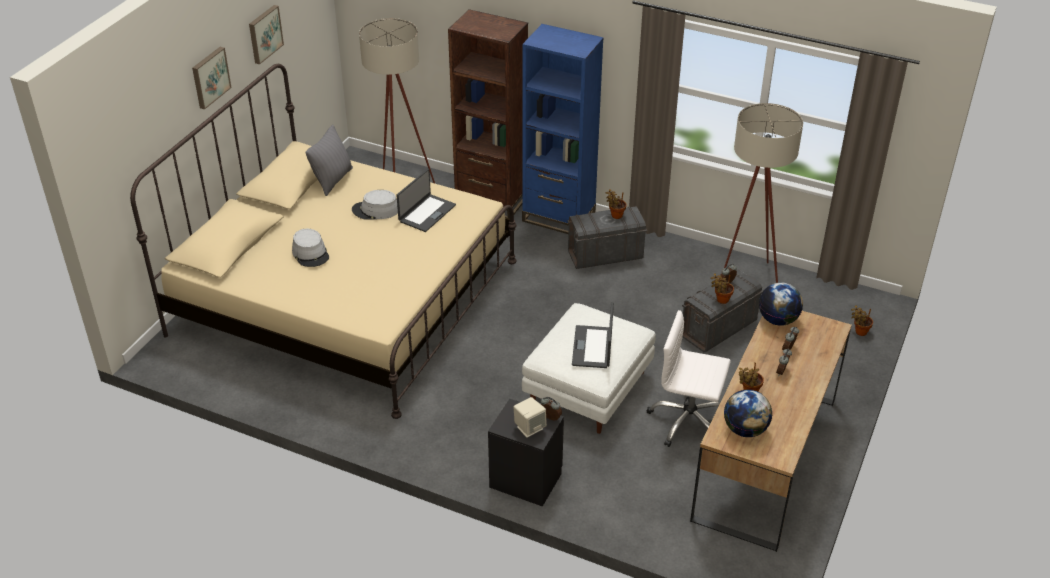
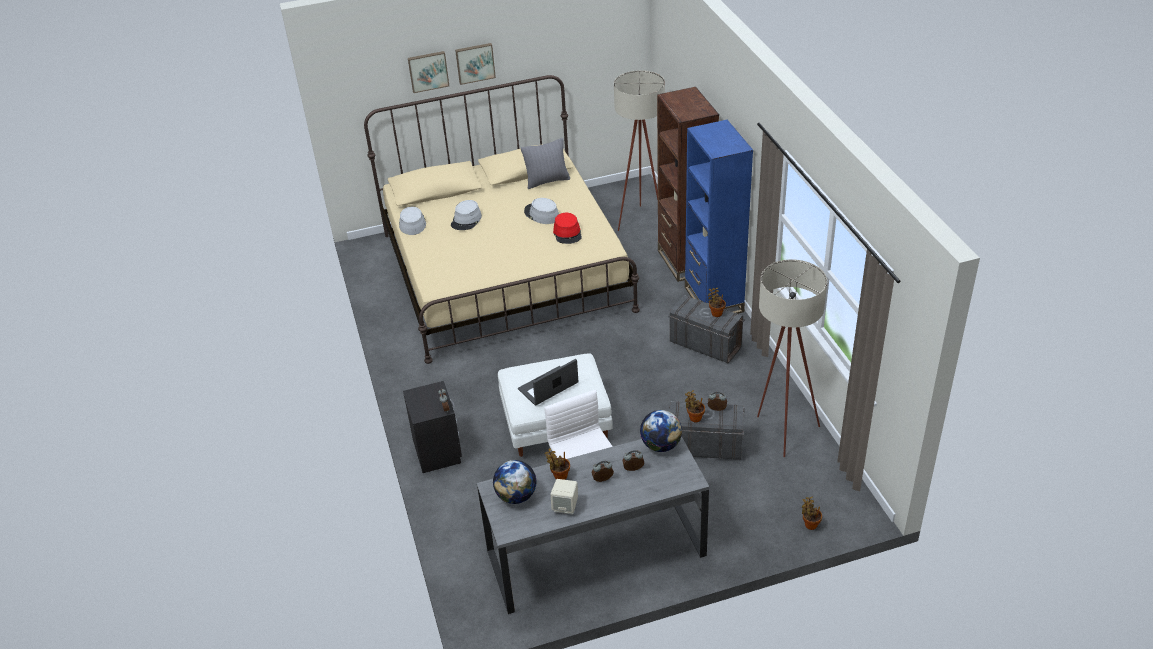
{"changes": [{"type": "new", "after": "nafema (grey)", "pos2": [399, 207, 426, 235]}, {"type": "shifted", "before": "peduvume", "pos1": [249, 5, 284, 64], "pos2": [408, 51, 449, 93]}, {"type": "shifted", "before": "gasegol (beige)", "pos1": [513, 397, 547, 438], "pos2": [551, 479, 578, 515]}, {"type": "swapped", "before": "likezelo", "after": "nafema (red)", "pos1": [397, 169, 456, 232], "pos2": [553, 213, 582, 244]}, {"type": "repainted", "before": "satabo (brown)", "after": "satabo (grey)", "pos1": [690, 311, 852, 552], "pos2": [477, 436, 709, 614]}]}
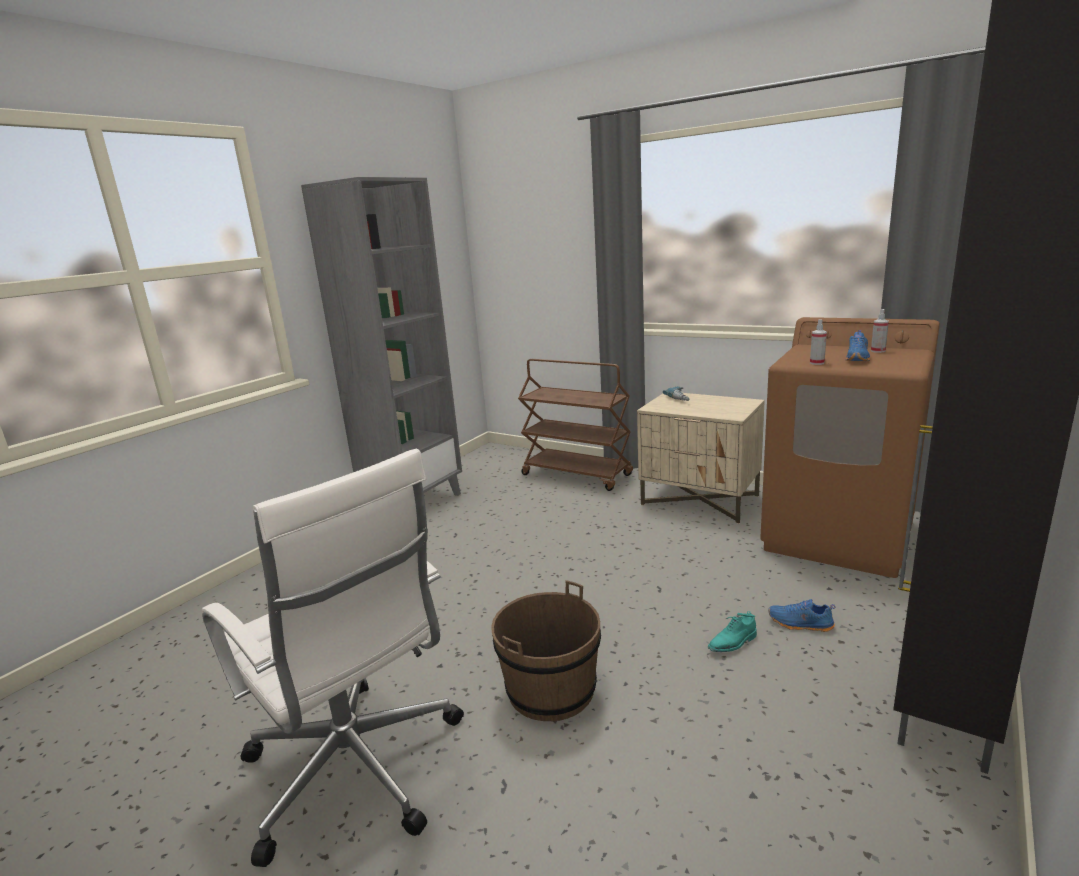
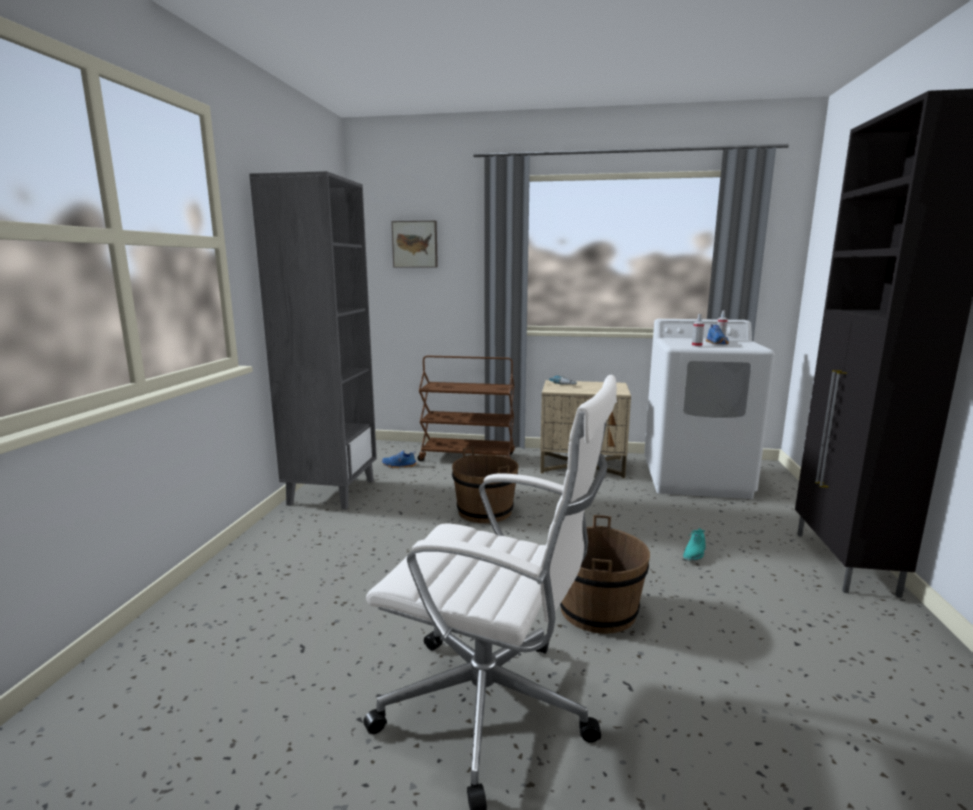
{"changes": [{"type": "new", "after": "peduvume", "pos2": [391, 221, 438, 268]}, {"type": "new", "after": "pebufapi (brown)", "pos2": [452, 447, 519, 523]}, {"type": "shifted", "before": "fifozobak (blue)", "pos1": [768, 599, 835, 632], "pos2": [382, 450, 417, 468]}, {"type": "repainted", "before": "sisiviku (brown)", "after": "sisiviku (white)", "pos1": [760, 317, 940, 578], "pos2": [644, 319, 775, 499]}]}
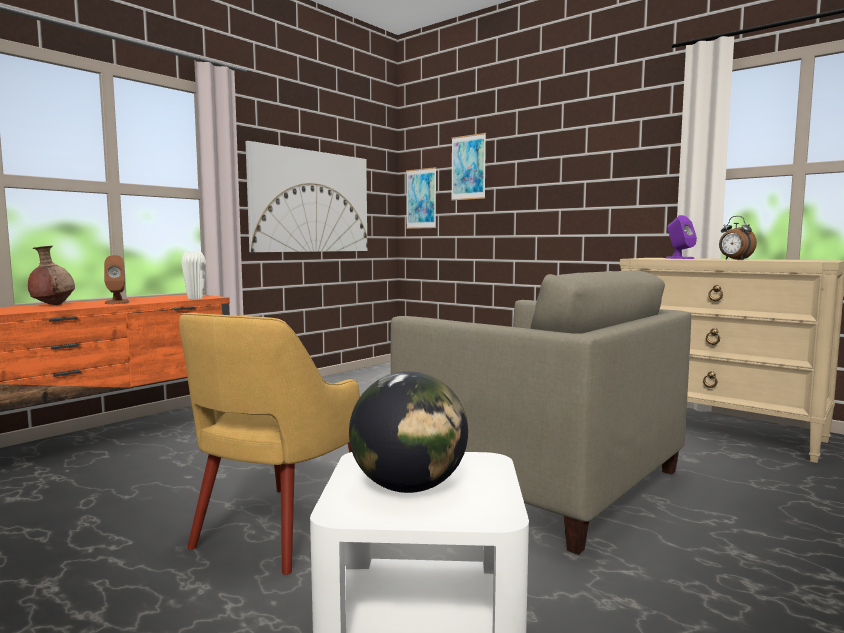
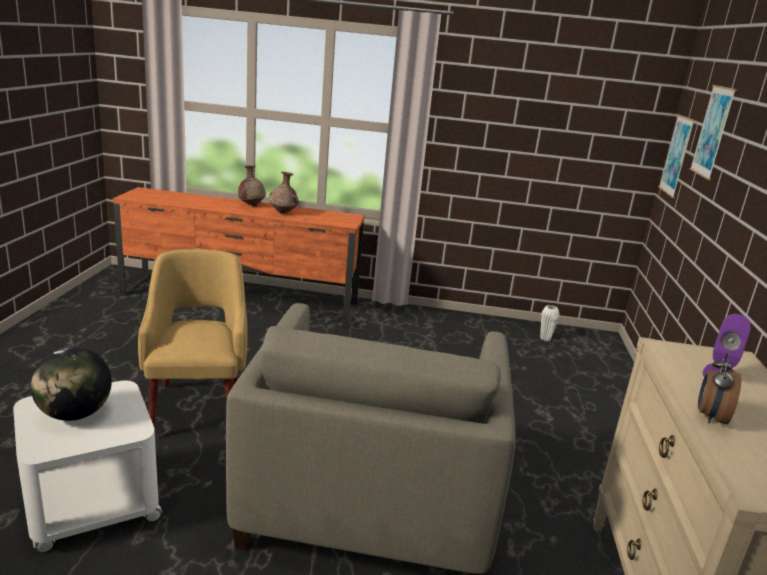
{"changes": [{"type": "gone", "before": "peduvume", "pos1": [245, 141, 367, 252]}, {"type": "shifted", "before": "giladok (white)", "pos1": [181, 252, 206, 299], "pos2": [540, 305, 559, 341]}, {"type": "swapped", "before": "gasegol (brown)", "after": "giladok (brown)", "pos1": [104, 255, 129, 304], "pos2": [270, 172, 299, 214]}, {"type": "rotated", "before": "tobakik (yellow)", "pos1": [179, 313, 360, 575], "pos2": [138, 249, 248, 430], "turn": 90}]}
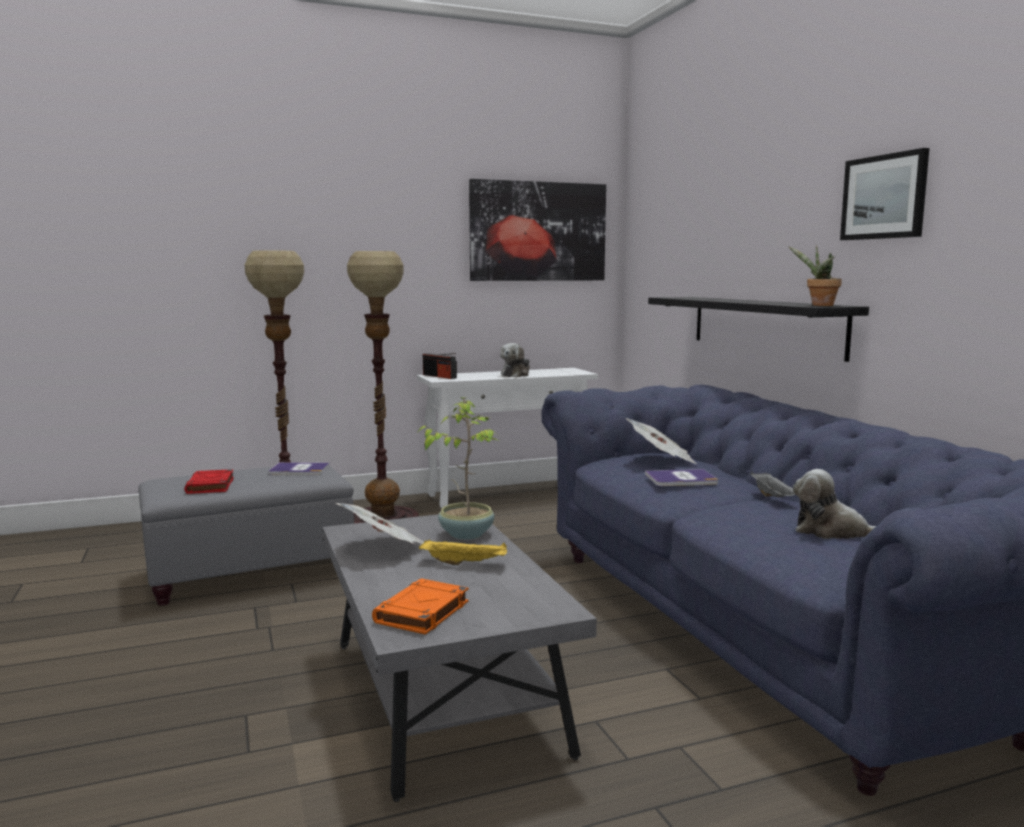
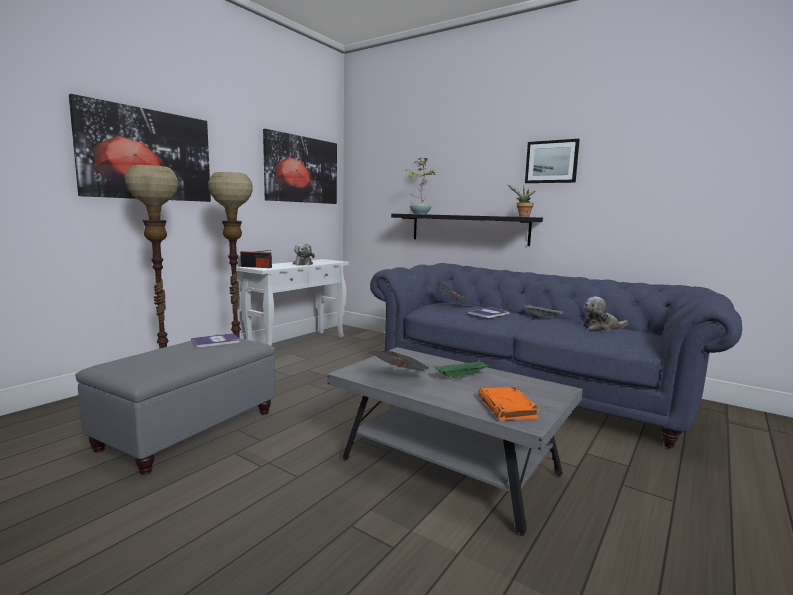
{"changes": [{"type": "gone", "before": "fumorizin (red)", "pos1": [184, 469, 234, 494]}, {"type": "new", "after": "peduvume", "pos2": [69, 94, 211, 202]}, {"type": "shifted", "before": "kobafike", "pos1": [418, 398, 500, 540], "pos2": [405, 158, 435, 214]}, {"type": "repainted", "before": "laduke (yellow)", "after": "laduke (green)", "pos1": [419, 539, 507, 565], "pos2": [435, 359, 492, 379]}]}
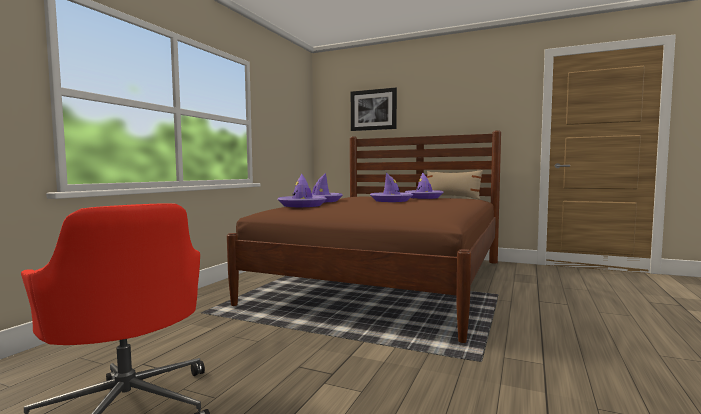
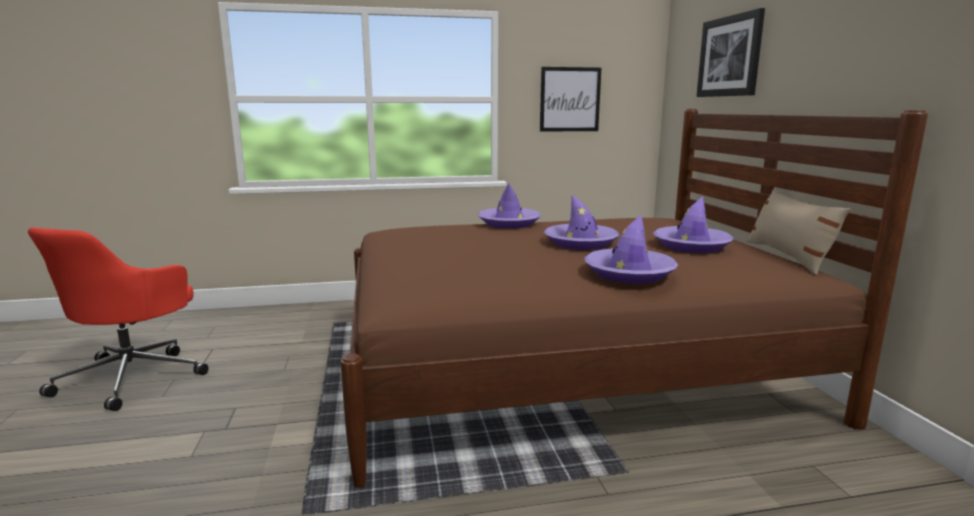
{"changes": [{"type": "new", "after": "peduvume", "pos2": [540, 67, 601, 132]}, {"type": "shifted", "before": "nafema (purple)", "pos1": [277, 174, 327, 207], "pos2": [584, 214, 678, 284]}]}
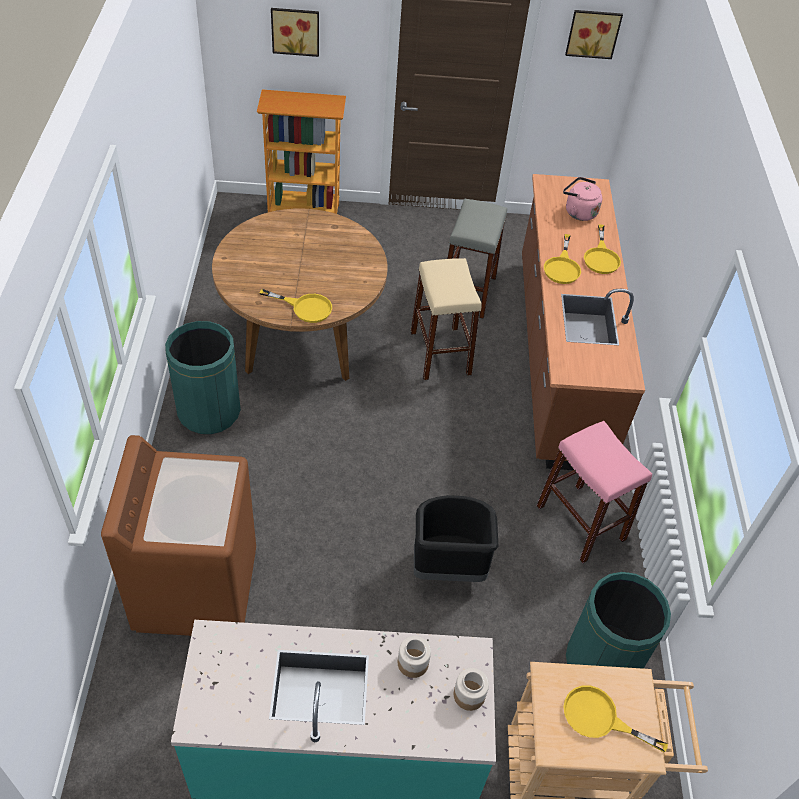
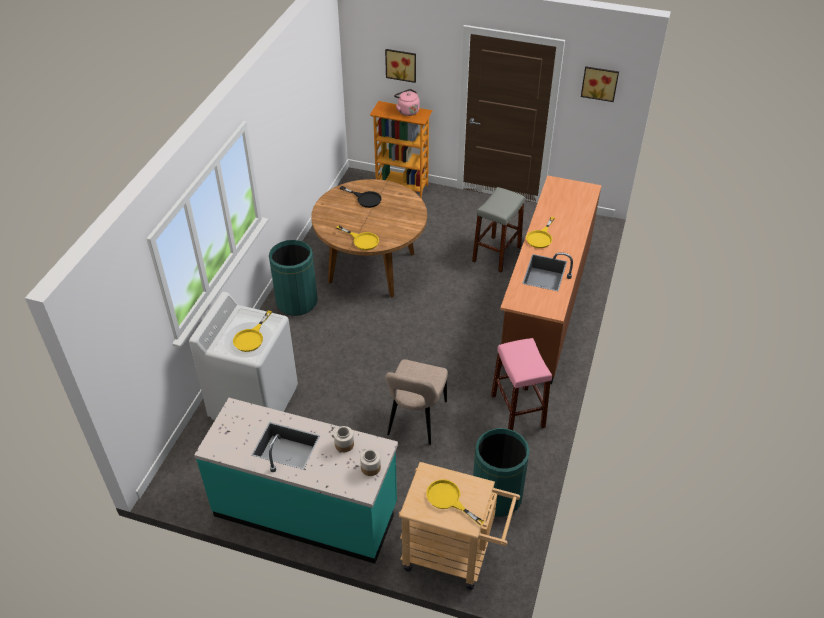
{"changes": [{"type": "gone", "before": "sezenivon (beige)", "pos1": [411, 258, 482, 380]}, {"type": "new", "after": "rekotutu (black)", "pos2": [340, 186, 382, 208]}, {"type": "shifted", "before": "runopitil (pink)", "pos1": [563, 177, 602, 221], "pos2": [394, 89, 419, 116]}, {"type": "shifted", "before": "rekotutu (yellow)", "pos1": [584, 225, 621, 274], "pos2": [233, 311, 272, 352]}, {"type": "swapped", "before": "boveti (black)", "after": "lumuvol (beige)", "pos1": [414, 495, 499, 582], "pos2": [385, 359, 448, 445]}, {"type": "repainted", "before": "sisiviku (brown)", "after": "sisiviku (white)", "pos1": [101, 435, 256, 636], "pos2": [189, 292, 298, 420]}]}
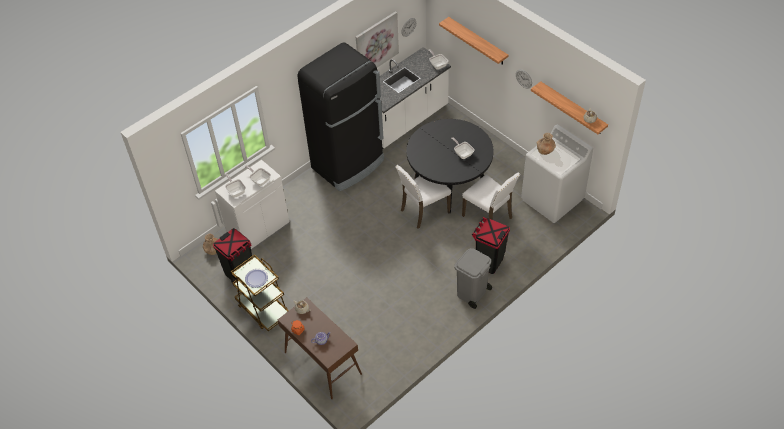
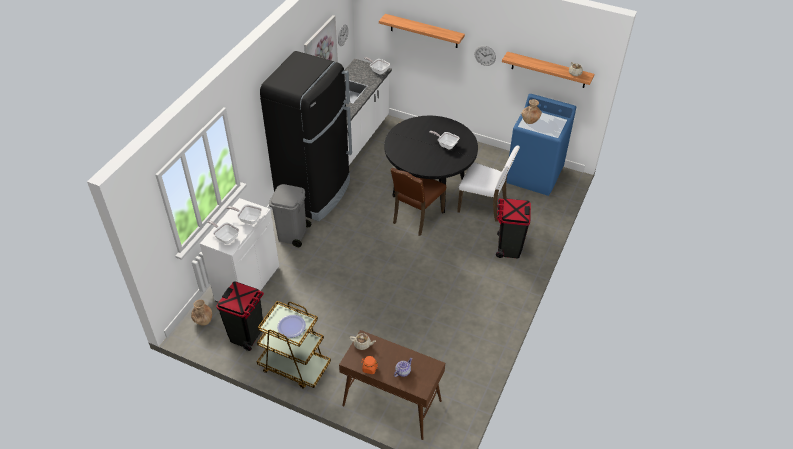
{"changes": [{"type": "shifted", "before": "boveti (grey)", "pos1": [454, 248, 492, 309], "pos2": [269, 184, 311, 247]}, {"type": "repainted", "before": "lumuvol (white)", "after": "lumuvol (brown)", "pos1": [395, 165, 451, 229], "pos2": [390, 168, 446, 236]}, {"type": "repainted", "before": "sisiviku (white)", "after": "sisiviku (blue)", "pos1": [521, 124, 593, 223], "pos2": [507, 94, 576, 196]}]}
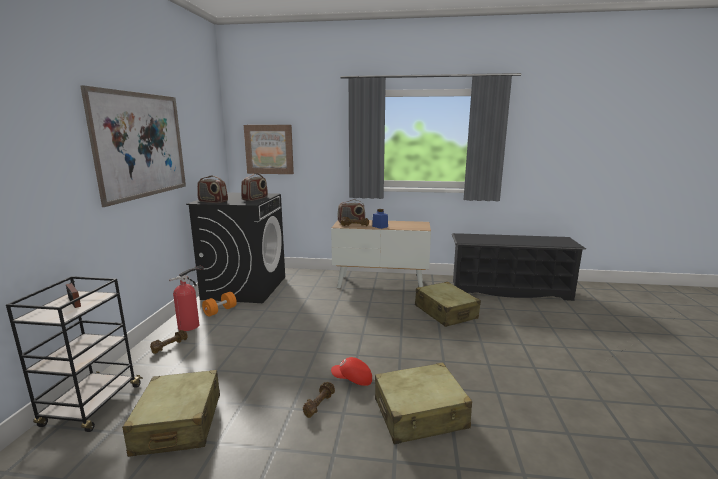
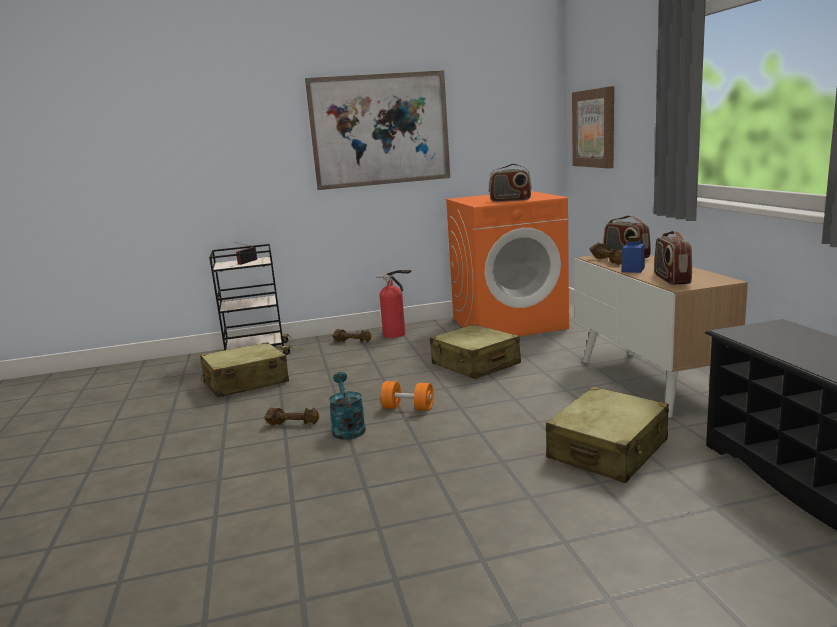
{"changes": [{"type": "shifted", "before": "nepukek", "pos1": [197, 175, 228, 203], "pos2": [654, 231, 692, 285]}, {"type": "shifted", "before": "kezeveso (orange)", "pos1": [202, 292, 237, 317], "pos2": [380, 381, 434, 411]}, {"type": "shifted", "before": "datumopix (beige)", "pos1": [375, 363, 472, 444], "pos2": [430, 324, 521, 379]}, {"type": "swapped", "before": "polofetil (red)", "after": "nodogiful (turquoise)", "pos1": [331, 357, 372, 386], "pos2": [329, 372, 366, 440]}, {"type": "repainted", "before": "sisiviku (black)", "after": "sisiviku (orange)", "pos1": [186, 192, 285, 303], "pos2": [445, 191, 569, 336]}]}
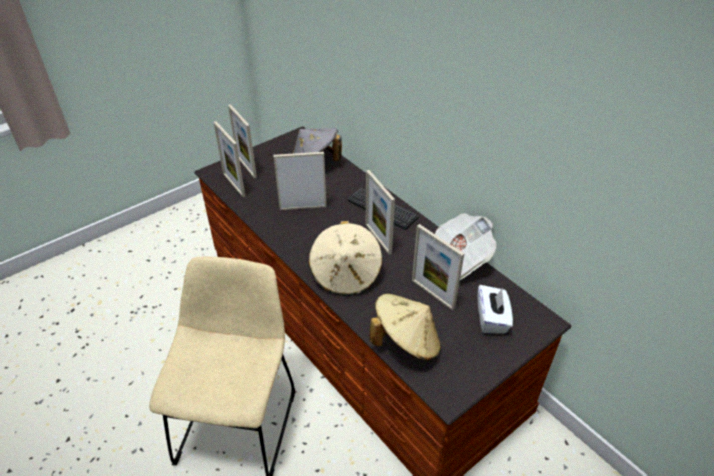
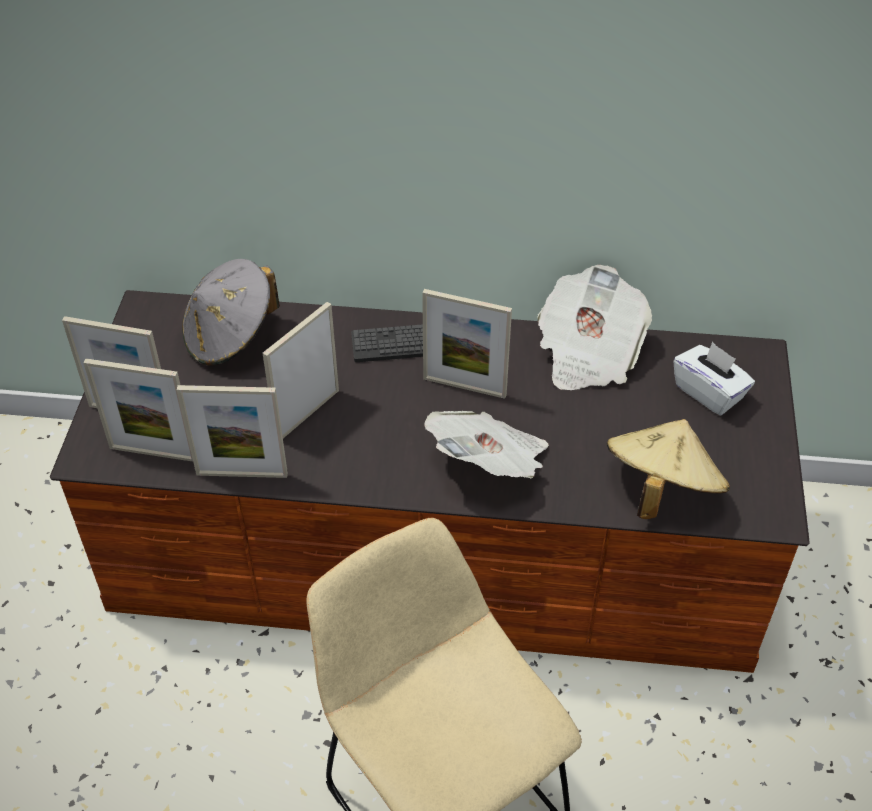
{"changes": [{"type": "shifted", "before": "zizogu", "pos1": [412, 224, 464, 310], "pos2": [177, 385, 288, 478]}, {"type": "swapped", "before": "nafema (beige)", "after": "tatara", "pos1": [308, 221, 382, 296], "pos2": [424, 411, 549, 478]}]}
